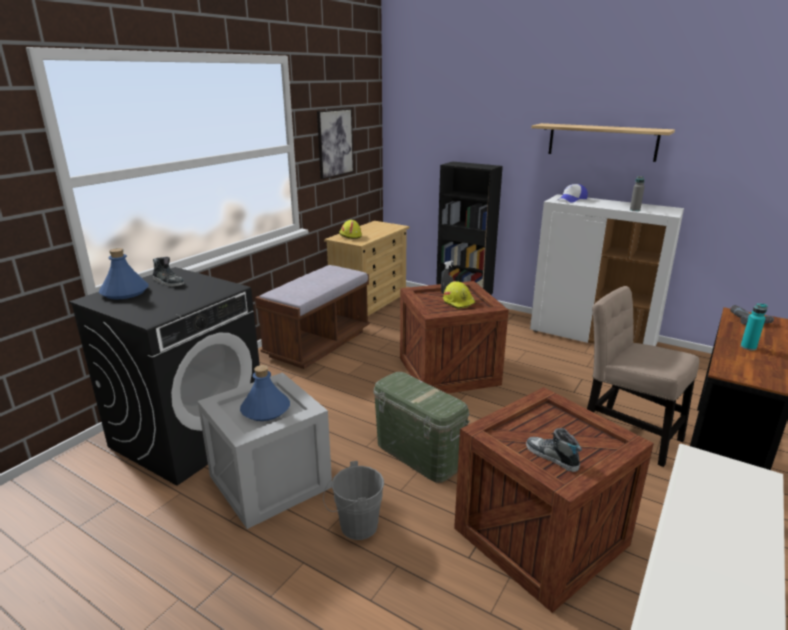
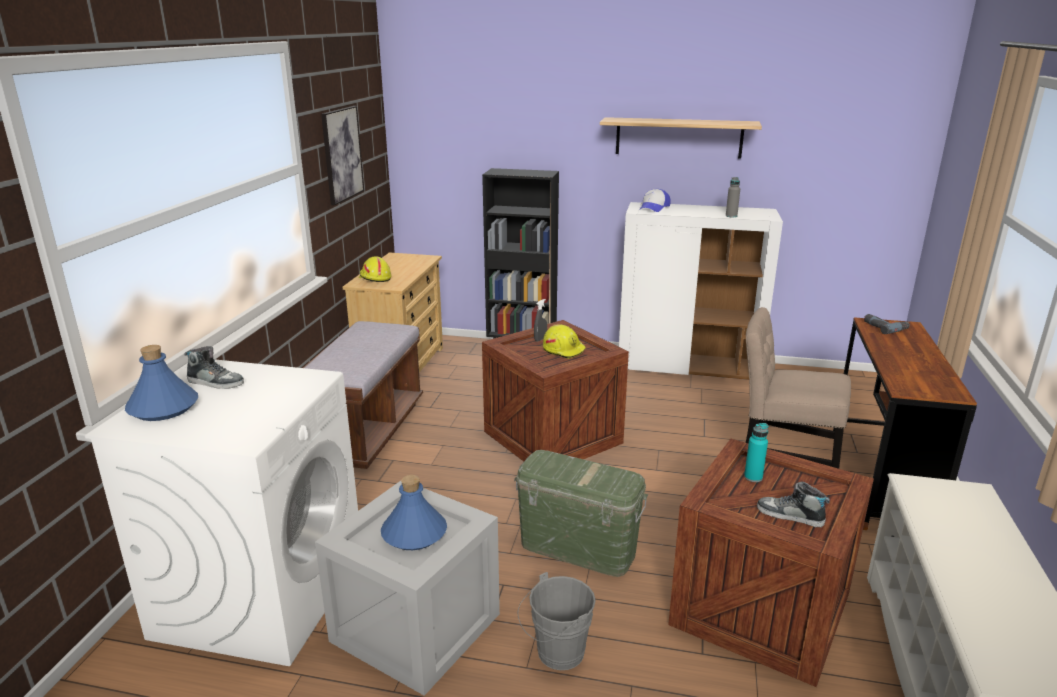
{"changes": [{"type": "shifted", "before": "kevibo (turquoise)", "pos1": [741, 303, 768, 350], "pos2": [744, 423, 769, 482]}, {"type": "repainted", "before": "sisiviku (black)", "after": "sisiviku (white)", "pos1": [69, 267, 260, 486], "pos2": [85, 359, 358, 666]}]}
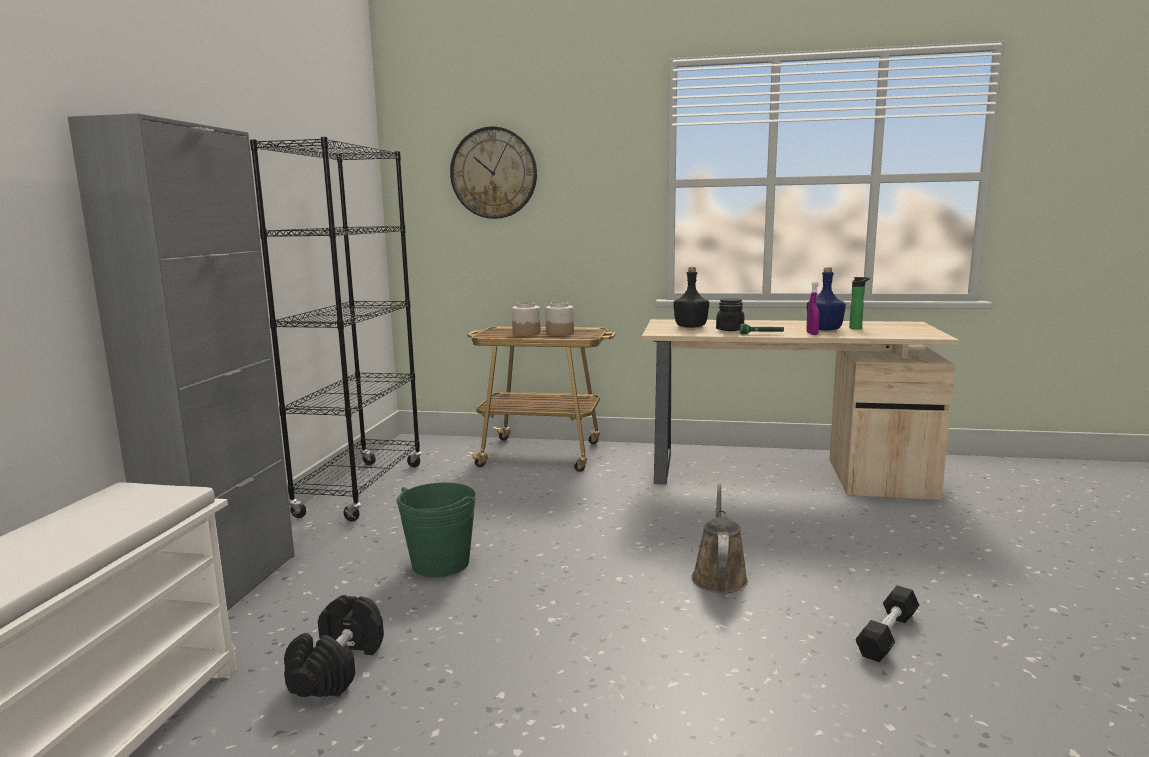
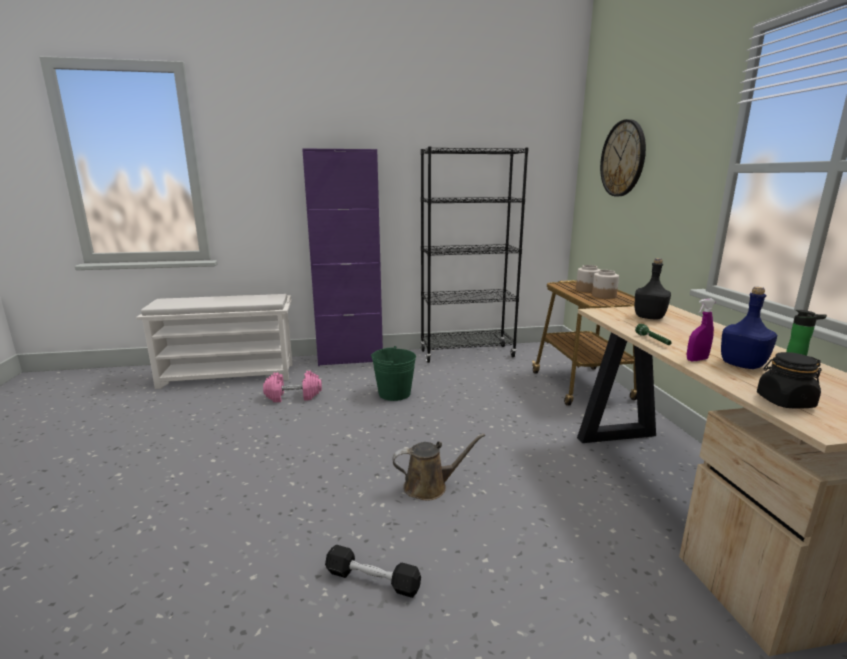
{"changes": [{"type": "shifted", "before": "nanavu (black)", "pos1": [716, 298, 744, 331], "pos2": [757, 352, 822, 409]}, {"type": "repainted", "before": "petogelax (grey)", "after": "petogelax (purple)", "pos1": [68, 113, 295, 611], "pos2": [302, 148, 383, 366]}, {"type": "repainted", "before": "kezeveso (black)", "after": "kezeveso (pink)", "pos1": [284, 595, 384, 697], "pos2": [263, 371, 322, 402]}]}
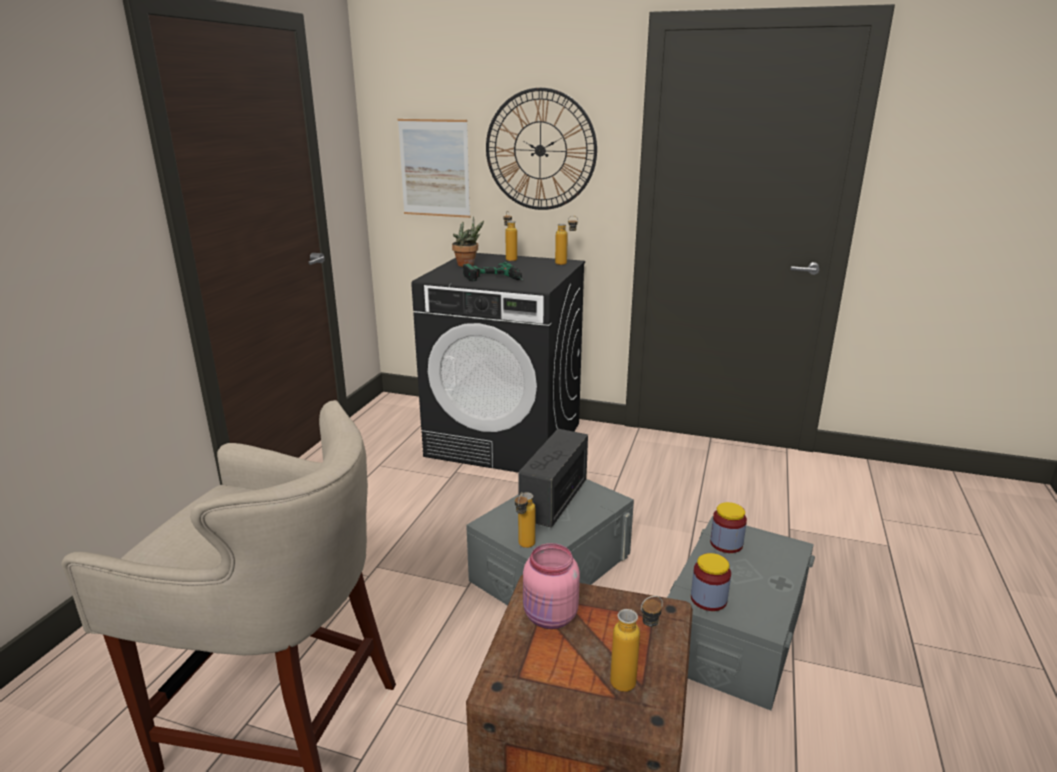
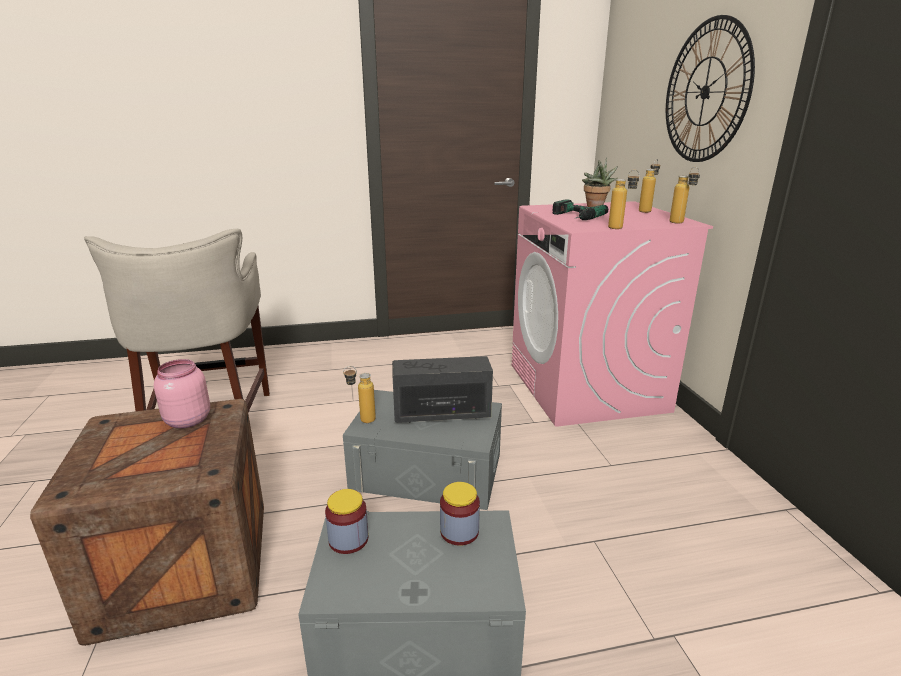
{"changes": [{"type": "gone", "before": "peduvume", "pos1": [398, 119, 470, 218]}, {"type": "shifted", "before": "kevibo", "pos1": [610, 596, 663, 692], "pos2": [608, 170, 640, 229]}, {"type": "repainted", "before": "sisiviku (black)", "after": "sisiviku (pink)", "pos1": [411, 253, 585, 473], "pos2": [511, 201, 713, 427]}]}
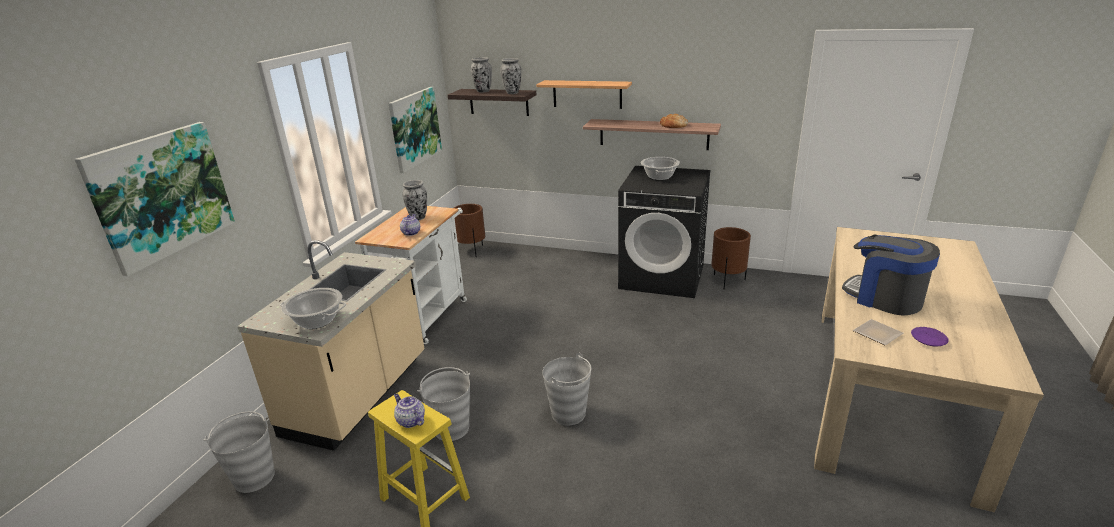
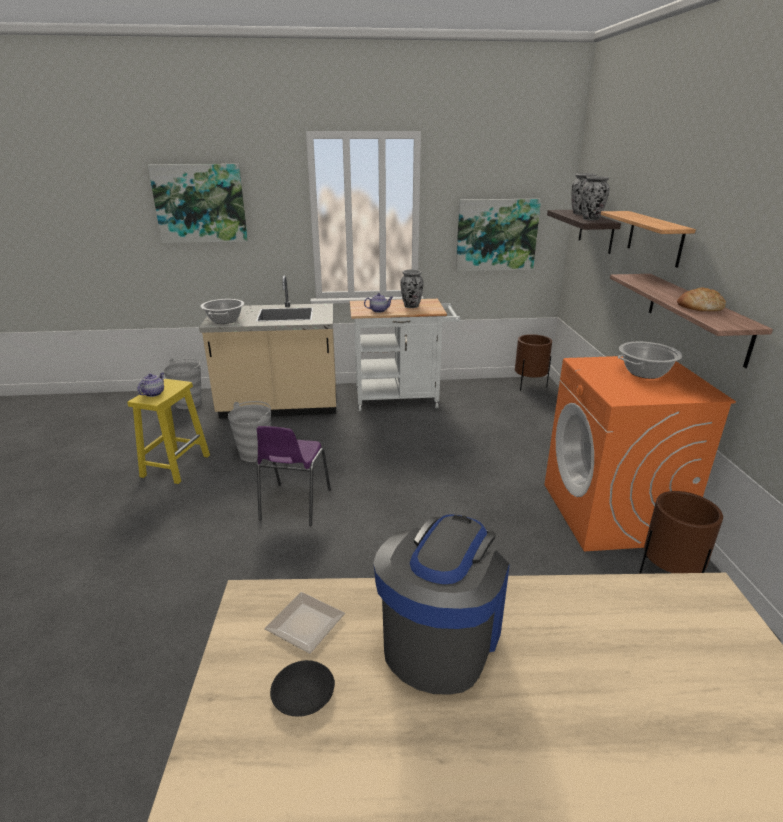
{"changes": [{"type": "swapped", "before": "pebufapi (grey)", "after": "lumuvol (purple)", "pos1": [542, 352, 591, 425], "pos2": [256, 426, 331, 526]}, {"type": "repainted", "before": "sisiviku (black)", "after": "sisiviku (orange)", "pos1": [618, 166, 710, 298], "pos2": [544, 356, 736, 551]}, {"type": "repainted", "before": "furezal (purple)", "after": "furezal (black)", "pos1": [911, 327, 949, 346], "pos2": [270, 660, 335, 717]}]}
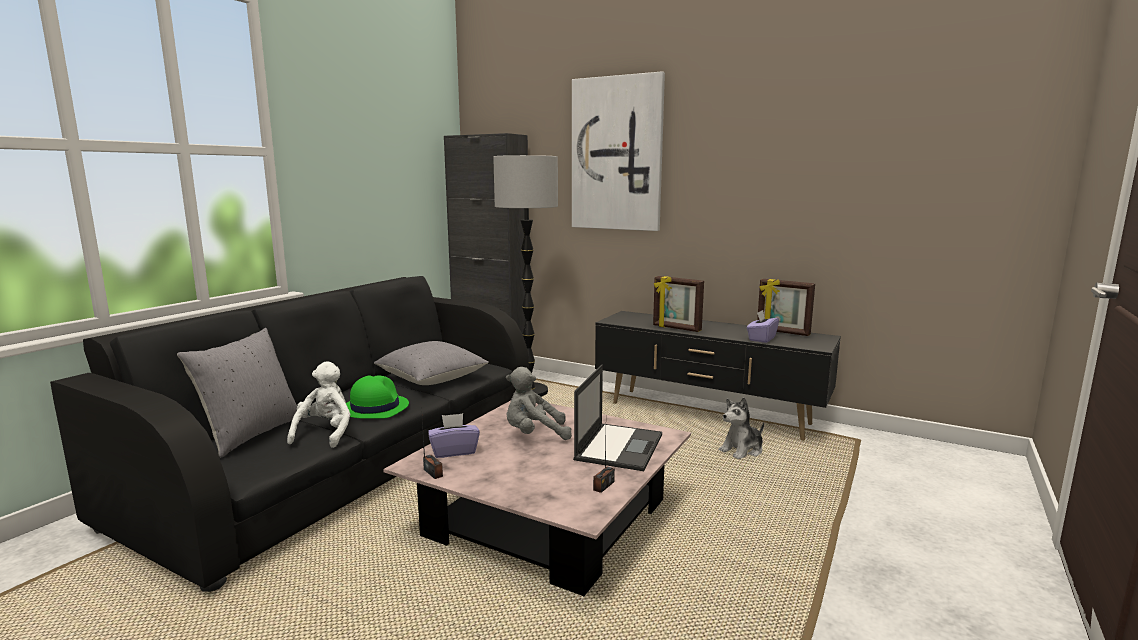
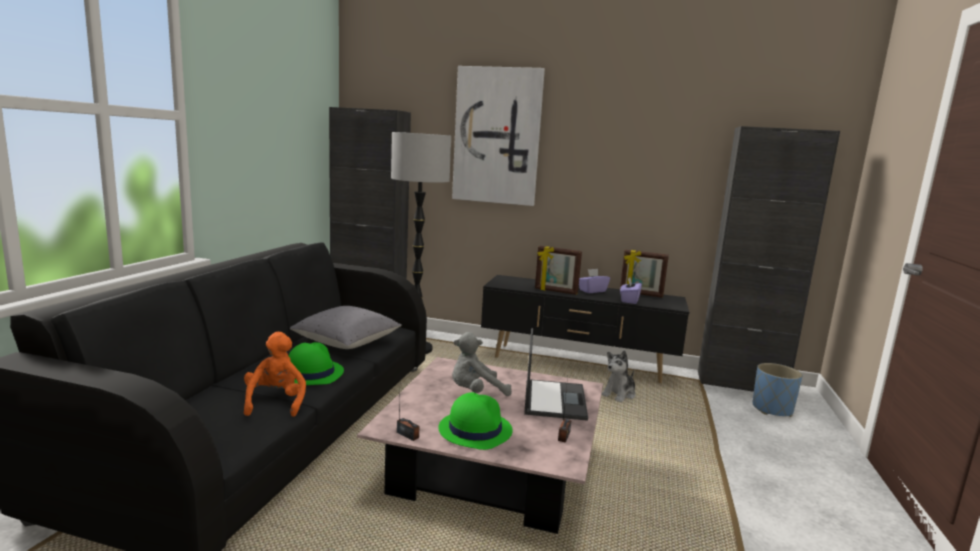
{"changes": [{"type": "gone", "before": "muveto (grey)", "pos1": [177, 328, 302, 457]}, {"type": "new", "after": "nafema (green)", "pos2": [438, 392, 513, 450]}, {"type": "new", "after": "petogelax (black)", "pos2": [698, 126, 840, 392]}, {"type": "new", "after": "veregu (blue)", "pos2": [753, 363, 802, 417]}, {"type": "shifted", "before": "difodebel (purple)", "pos1": [428, 413, 480, 458], "pos2": [579, 269, 610, 293]}, {"type": "repainted", "before": "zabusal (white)", "after": "zabusal (orange)", "pos1": [287, 361, 351, 448], "pos2": [244, 332, 306, 417]}]}
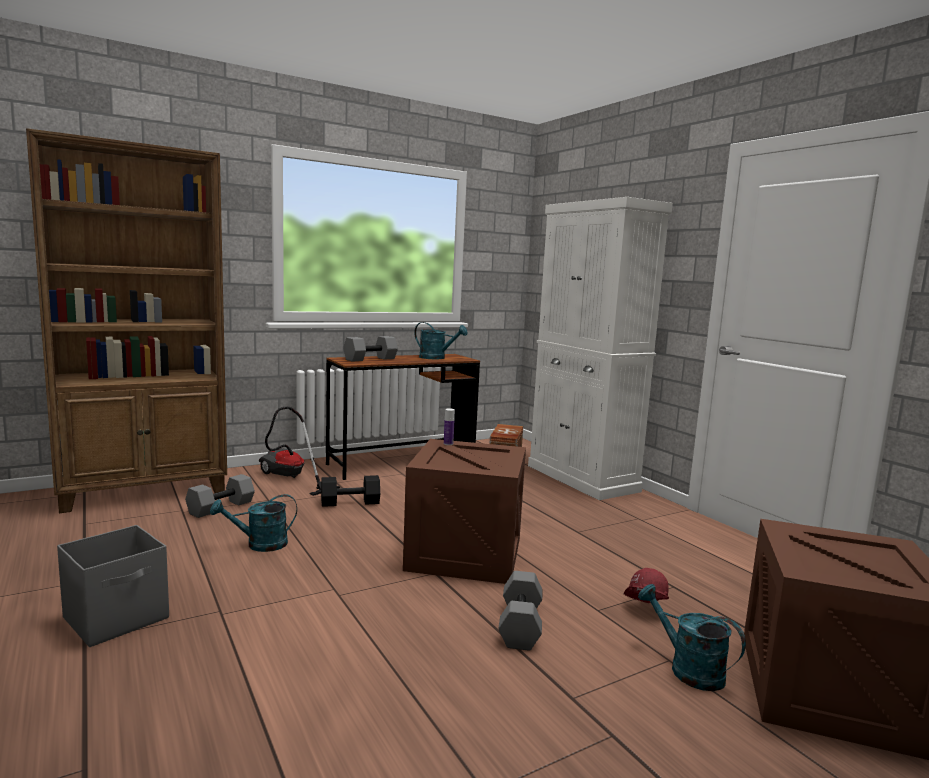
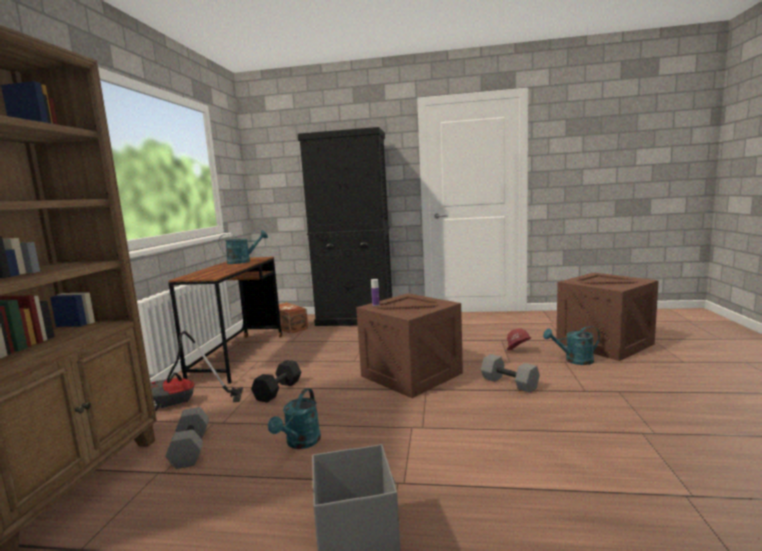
{"changes": [{"type": "gone", "before": "kezeveso (grey)", "pos1": [343, 336, 398, 362]}, {"type": "repainted", "before": "petogelax (white)", "after": "petogelax (black)", "pos1": [528, 197, 673, 500], "pos2": [298, 127, 392, 326]}]}
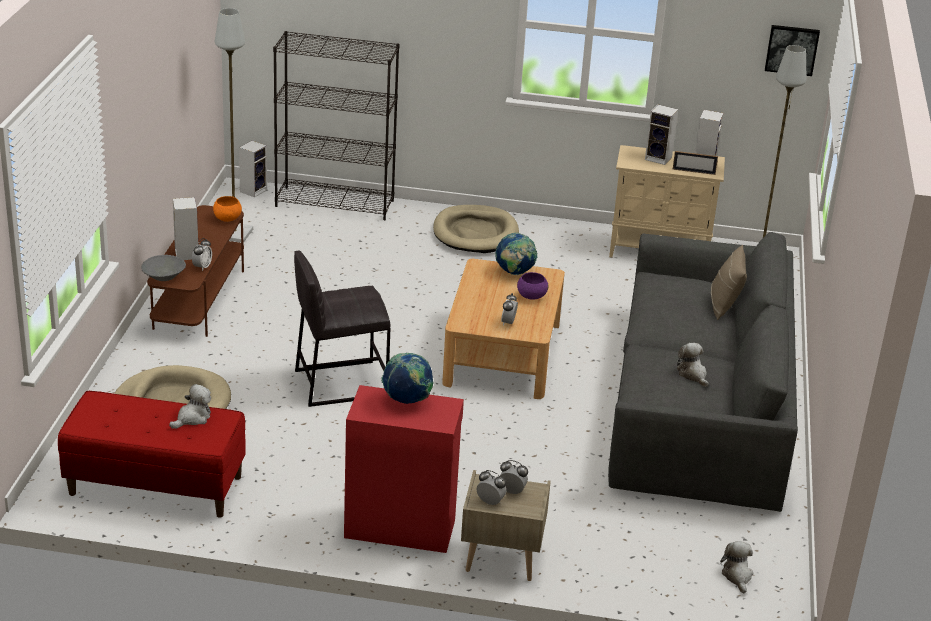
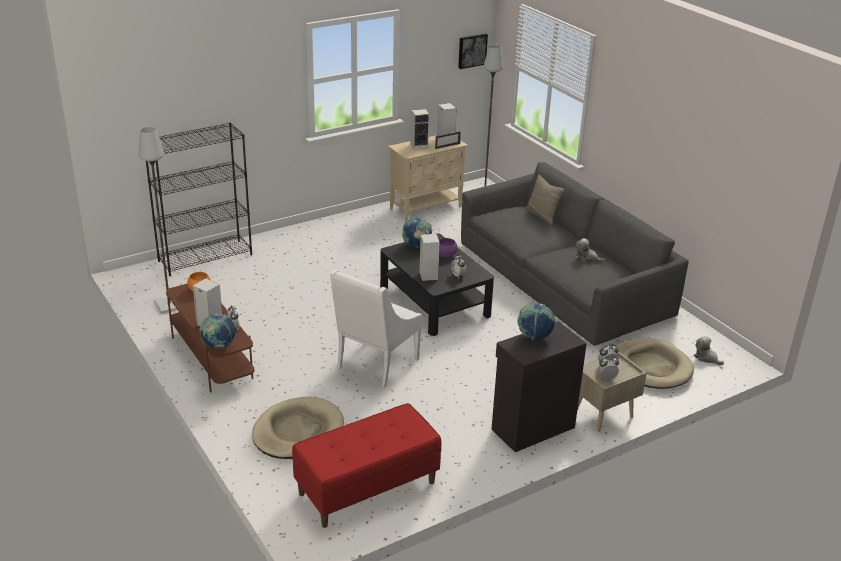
{"changes": [{"type": "gone", "before": "zabusal", "pos1": [169, 384, 211, 429]}, {"type": "shifted", "before": "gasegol", "pos1": [239, 141, 267, 197], "pos2": [420, 234, 440, 281]}, {"type": "shifted", "before": "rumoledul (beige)", "pos1": [433, 205, 519, 253], "pos2": [616, 338, 694, 389]}, {"type": "swapped", "before": "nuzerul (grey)", "after": "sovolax", "pos1": [141, 255, 186, 281], "pos2": [199, 313, 236, 349]}, {"type": "swapped", "before": "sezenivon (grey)", "after": "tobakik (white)", "pos1": [294, 251, 390, 407], "pos2": [330, 269, 422, 388]}, {"type": "repainted", "before": "petogelax (red)", "after": "petogelax (black)", "pos1": [344, 385, 464, 553], "pos2": [492, 321, 587, 452]}, {"type": "repainted", "before": "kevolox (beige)", "after": "kevolox (black)", "pos1": [442, 259, 565, 399], "pos2": [380, 233, 494, 336]}]}
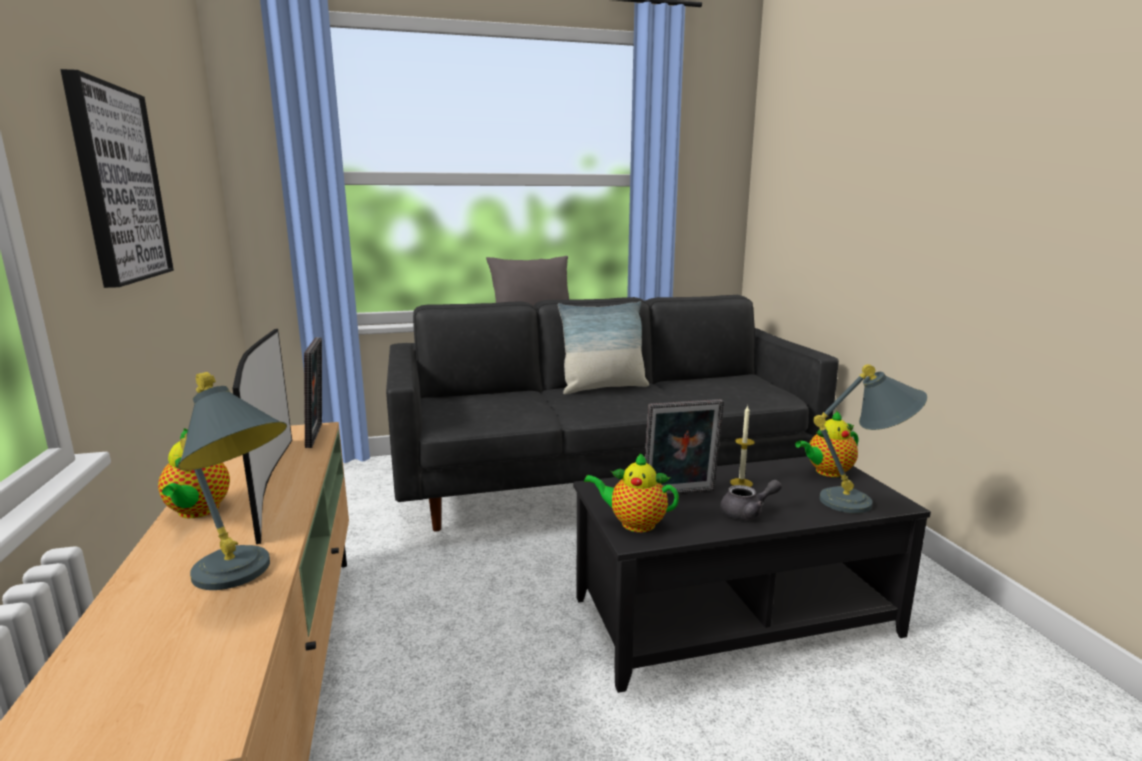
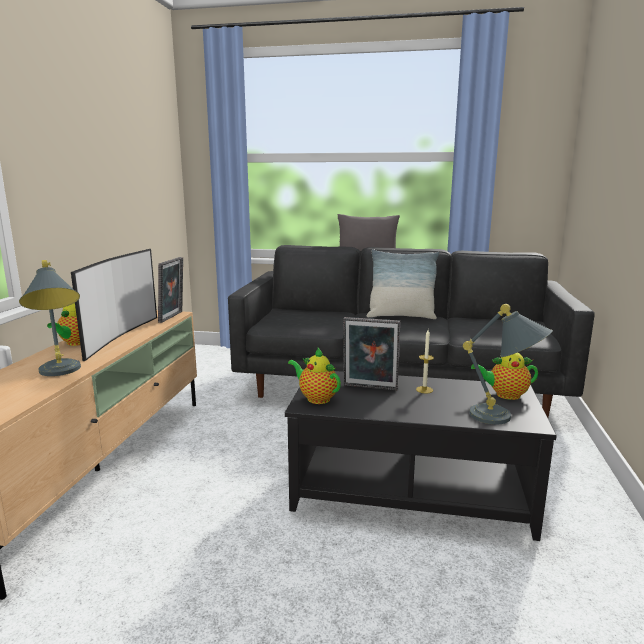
{"changes": [{"type": "gone", "before": "peduvume", "pos1": [60, 69, 174, 288]}, {"type": "gone", "before": "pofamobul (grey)", "pos1": [720, 479, 782, 520]}]}
